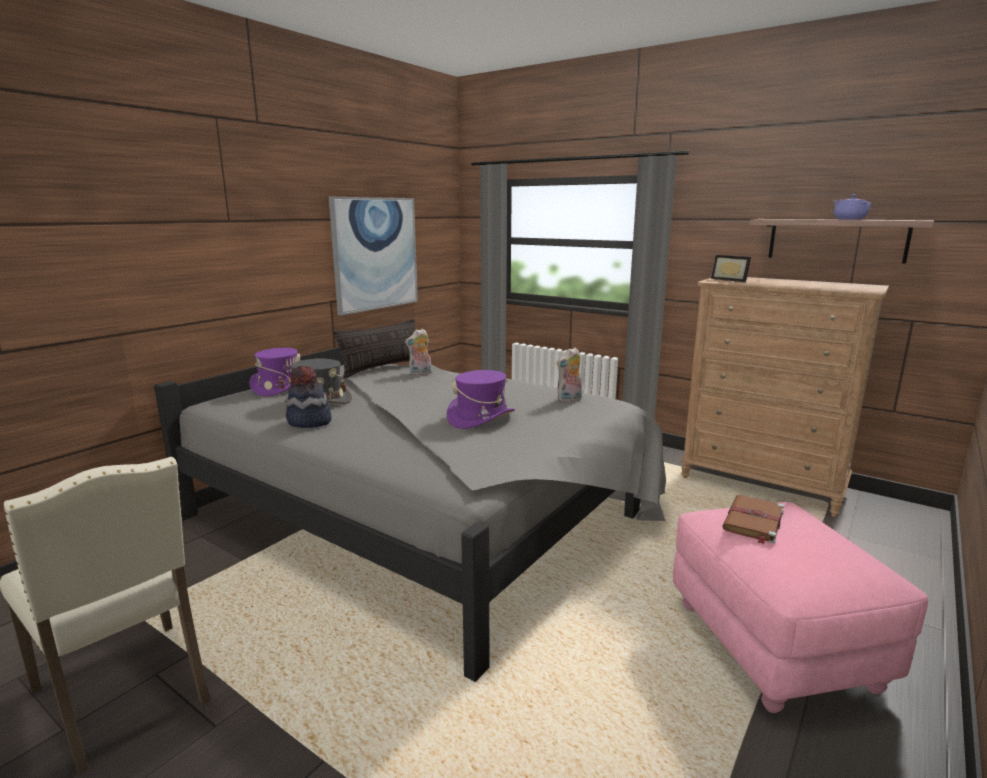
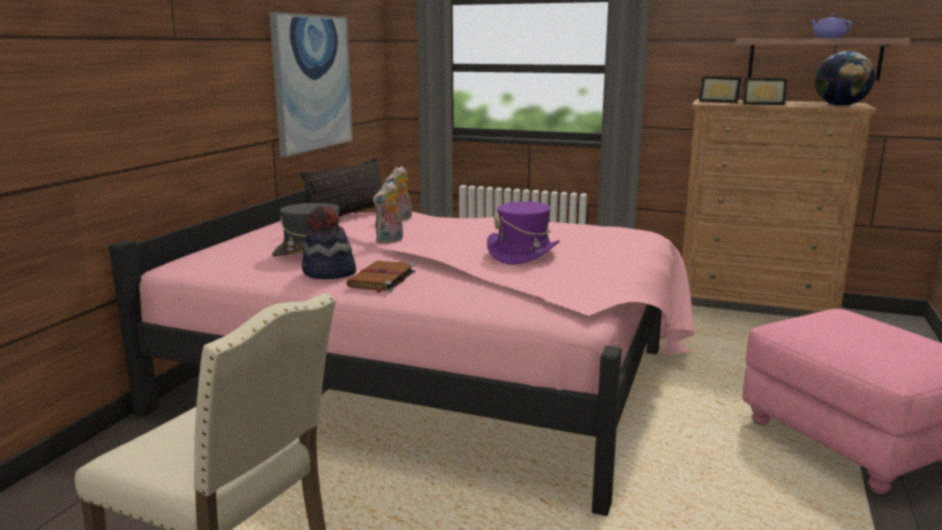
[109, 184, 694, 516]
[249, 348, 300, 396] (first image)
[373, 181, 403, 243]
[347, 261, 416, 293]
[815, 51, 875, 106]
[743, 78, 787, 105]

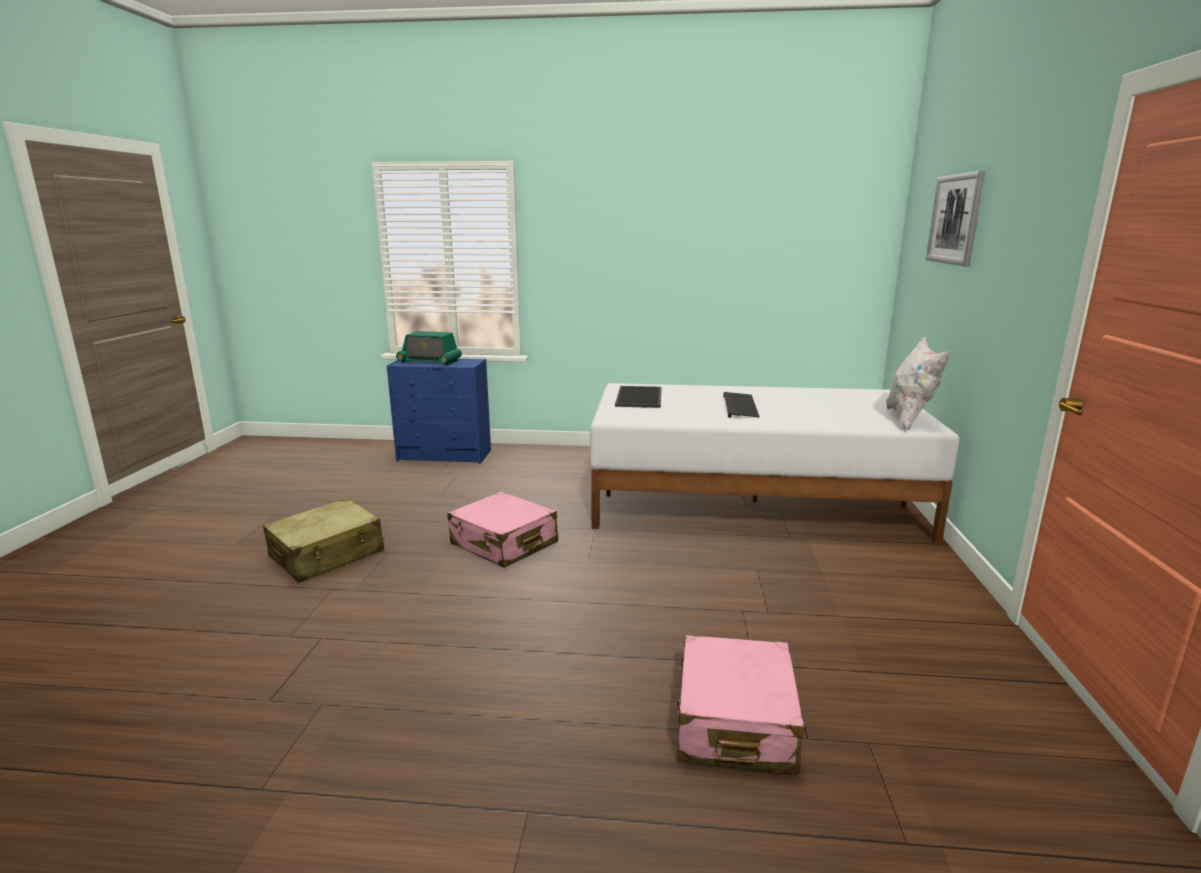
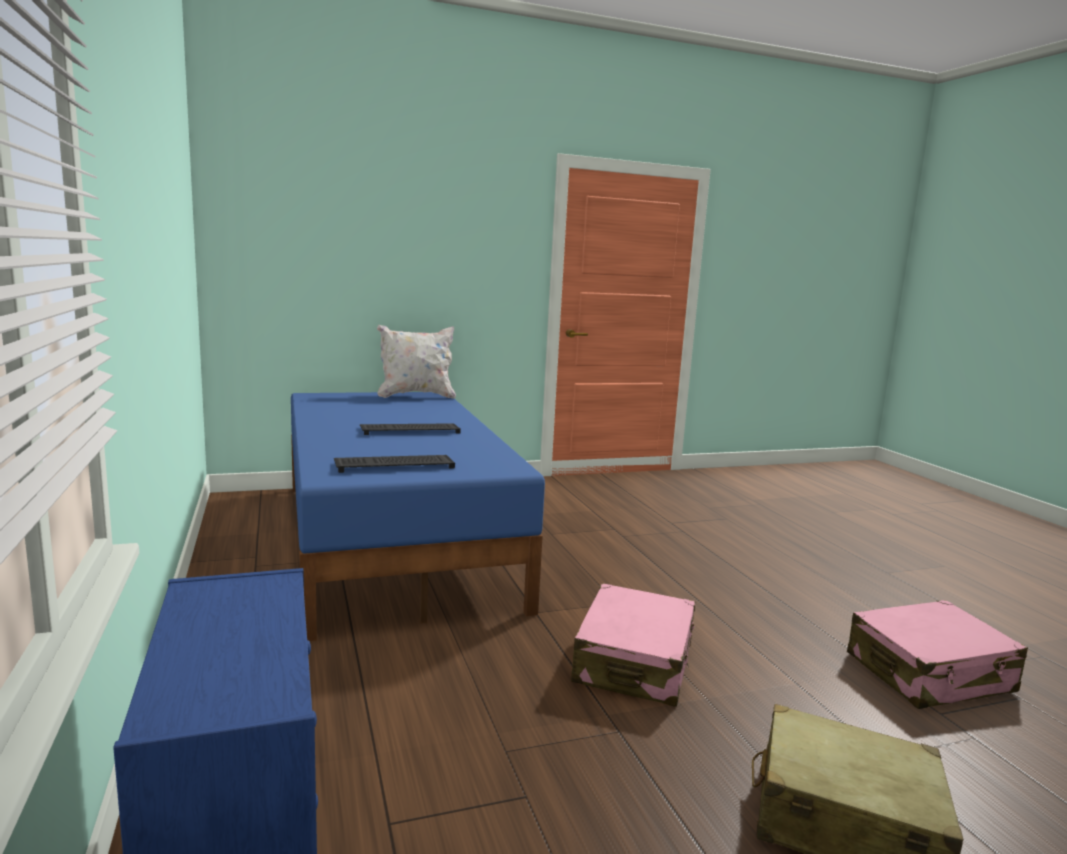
[926, 171, 985, 266] (first image)
[396, 331, 462, 365] (first image)
[291, 392, 545, 641]
[334, 455, 455, 473]
[847, 600, 1028, 709]

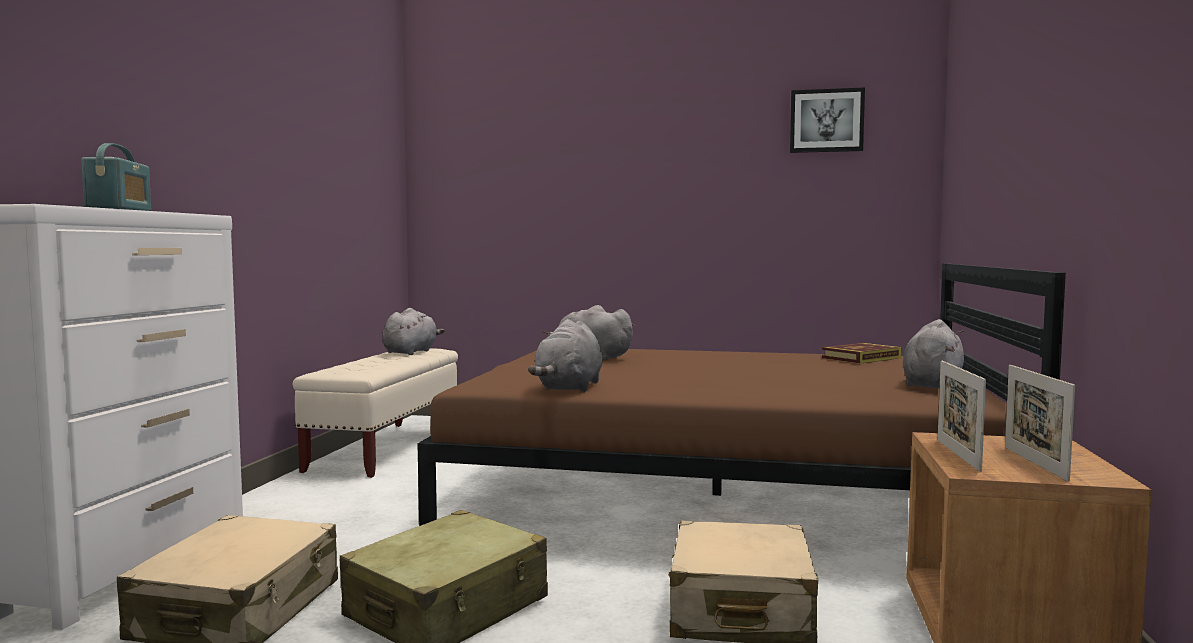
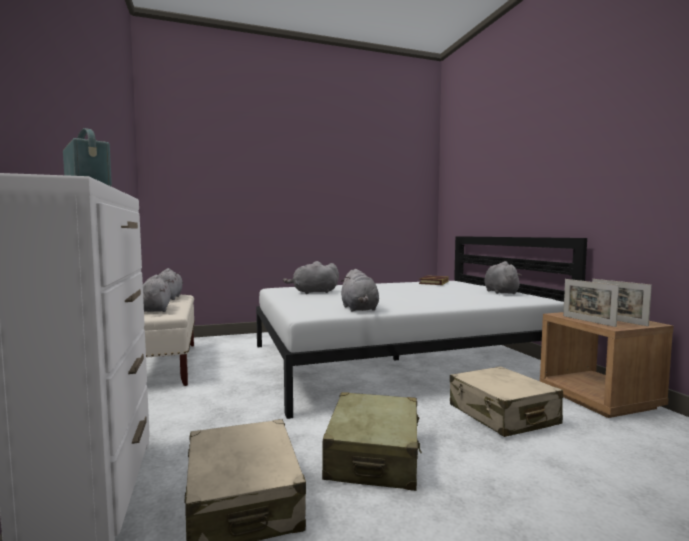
[790, 87, 865, 153] (first image)
[256, 236, 587, 419]
[143, 275, 171, 312]

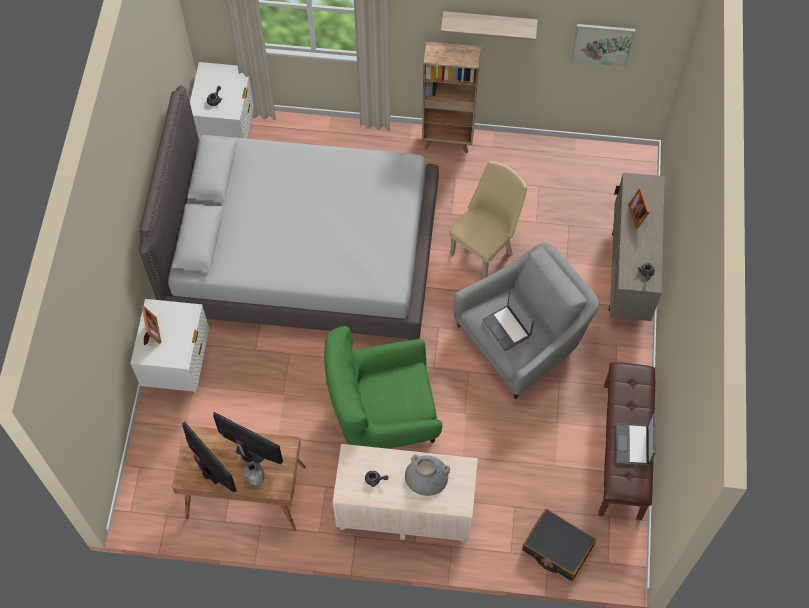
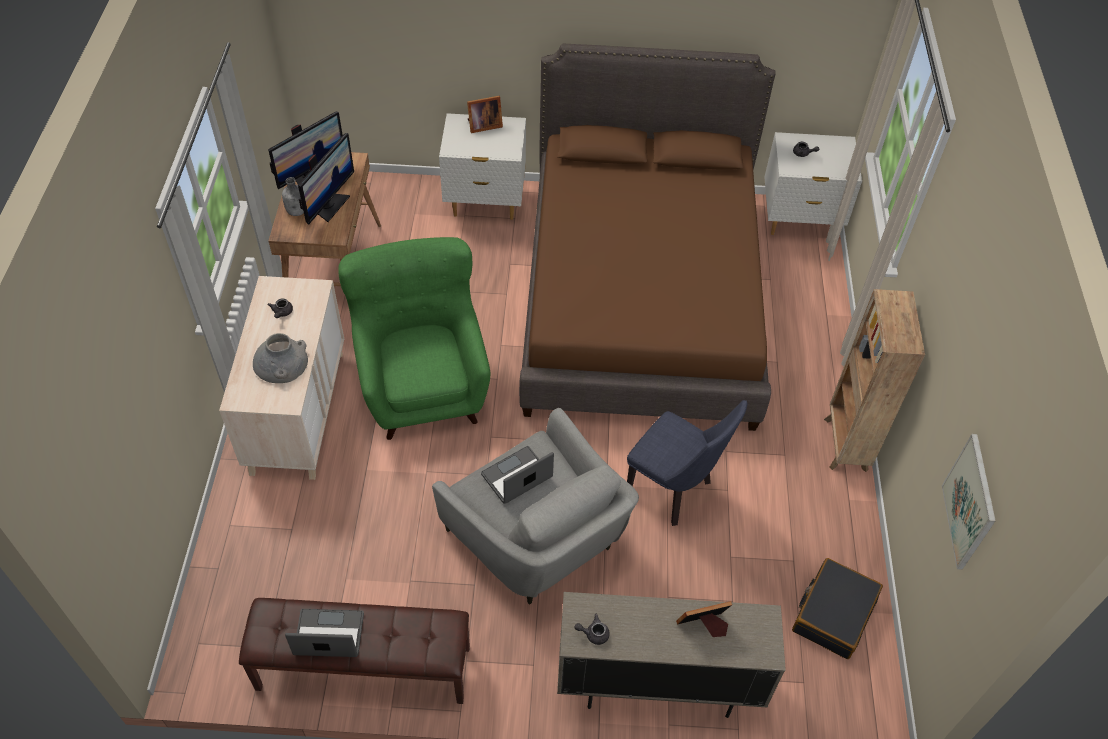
[441, 11, 538, 40] (first image)
[519, 44, 776, 431]
[627, 400, 747, 526]
[792, 558, 883, 659]

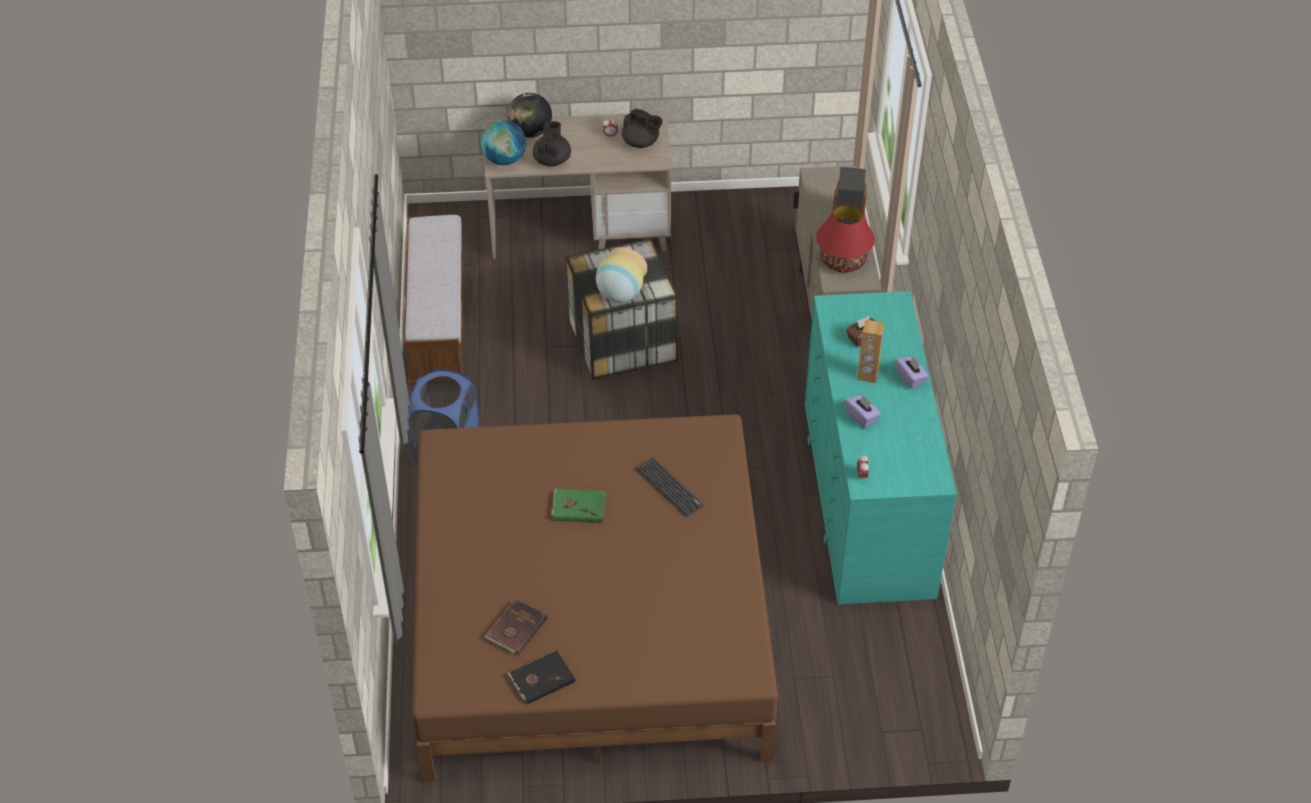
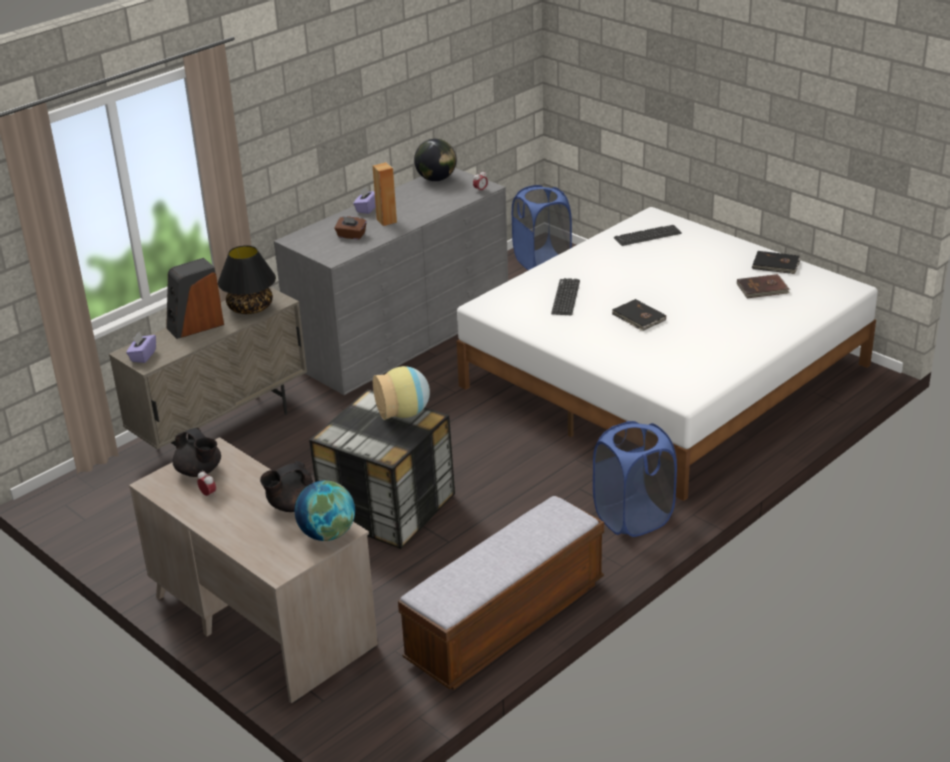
[414, 139, 456, 181]
[172, 428, 221, 477]
[218, 245, 276, 314]
[274, 168, 508, 395]
[126, 331, 156, 363]
[456, 207, 878, 501]
[612, 299, 666, 331]
[512, 185, 572, 270]
[614, 225, 682, 246]

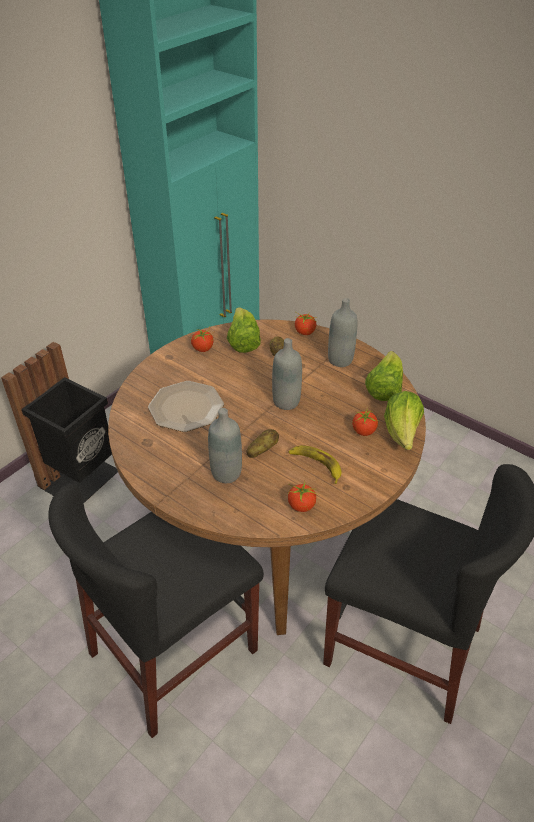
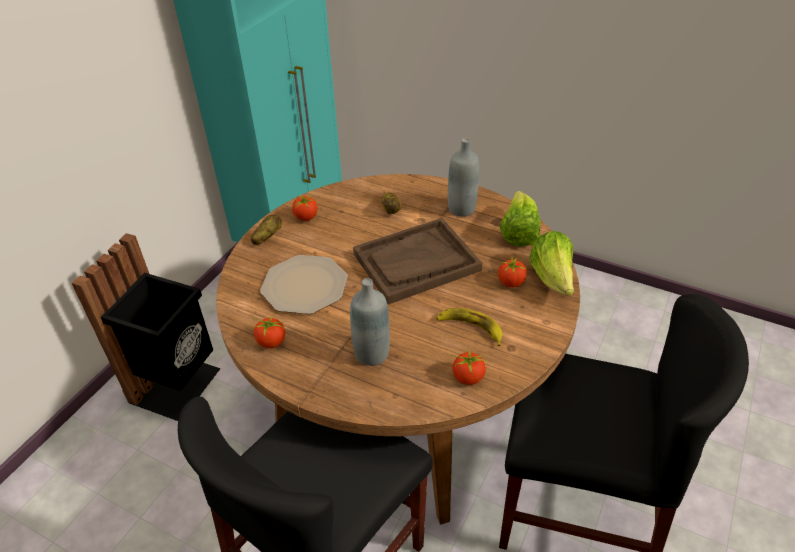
[227, 307, 261, 353] (first image)
[251, 314, 285, 348]
[353, 218, 482, 305]
[251, 214, 282, 245]

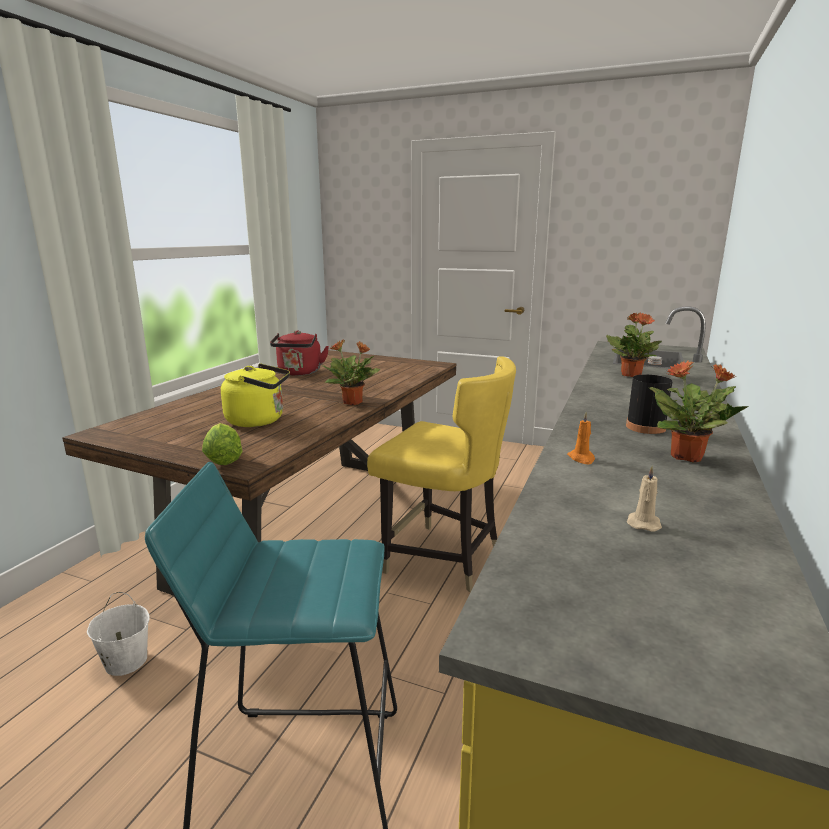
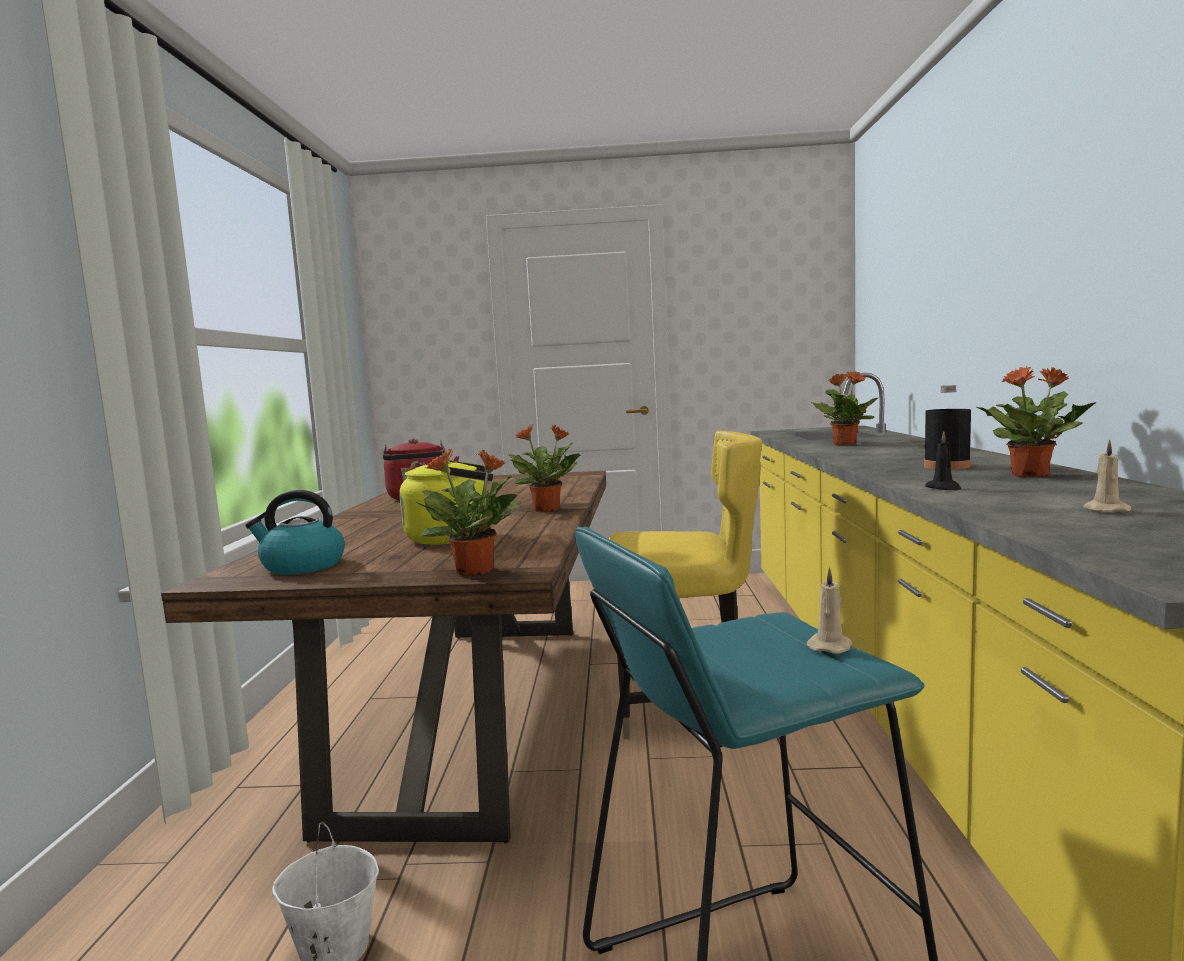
[925, 431, 962, 490]
[416, 448, 522, 576]
[245, 490, 345, 575]
[807, 567, 852, 654]

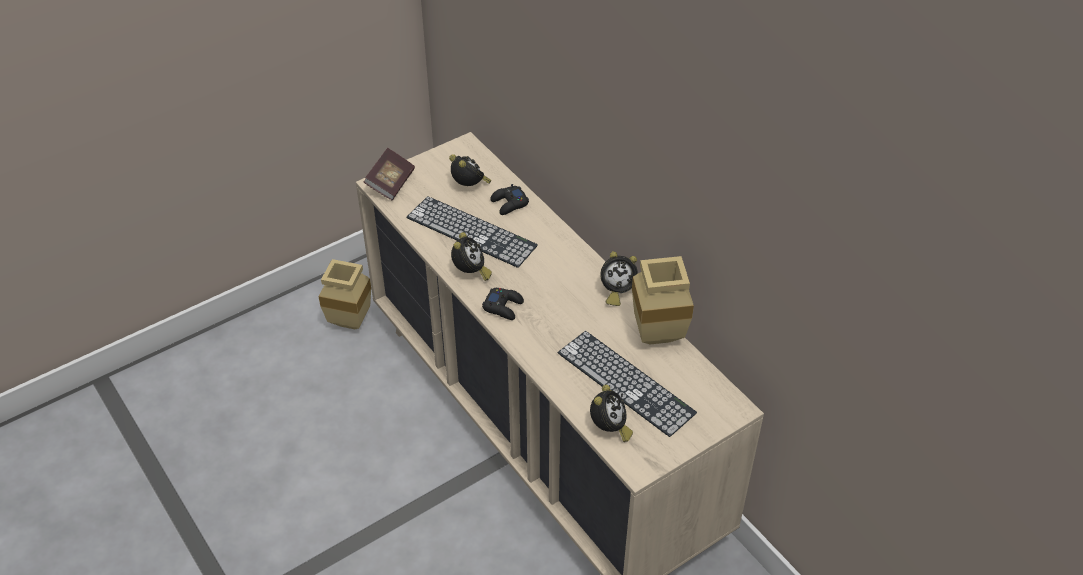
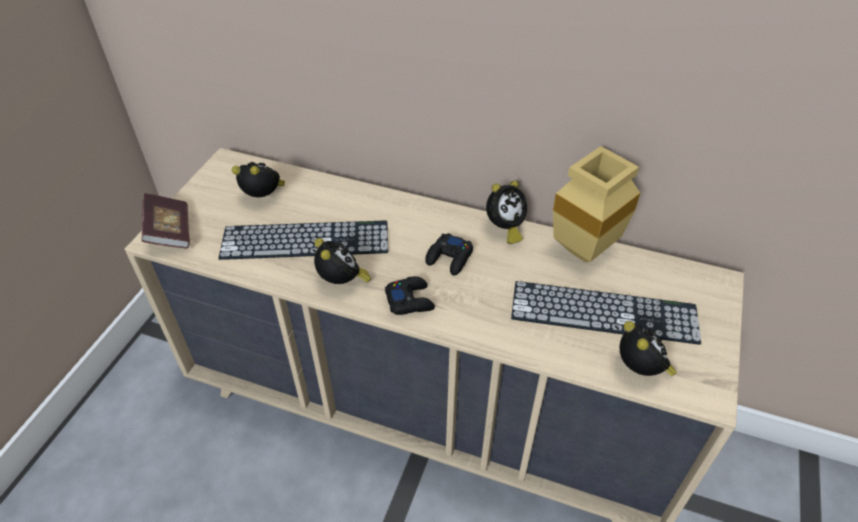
[425, 233, 473, 275]
[318, 259, 371, 329] (first image)

